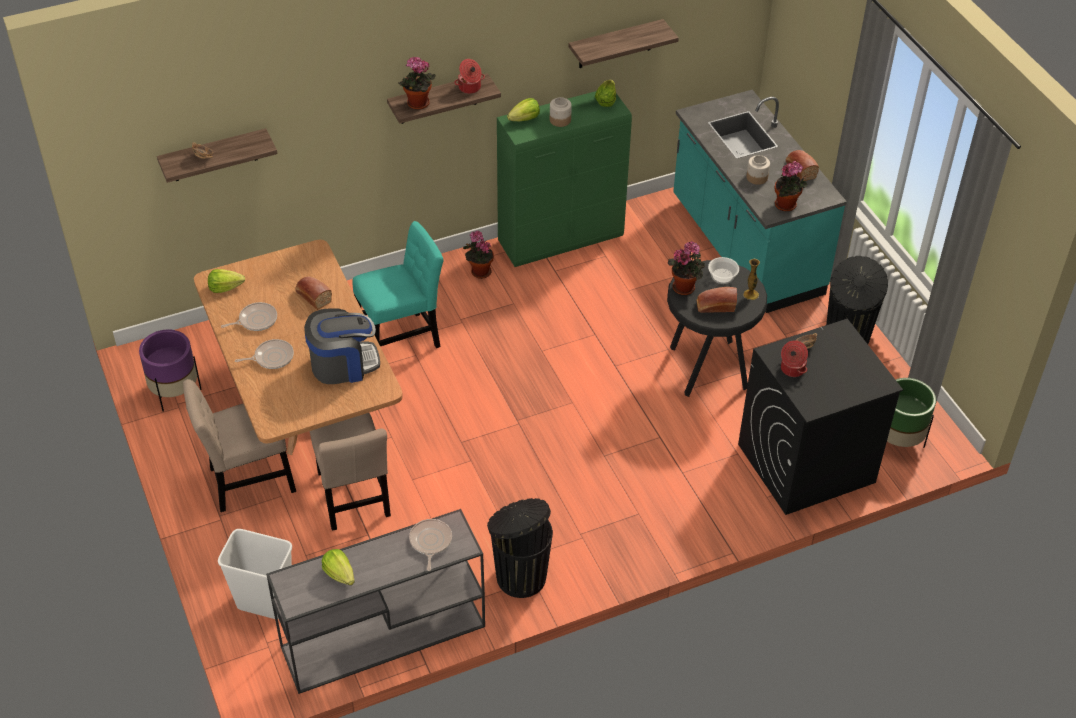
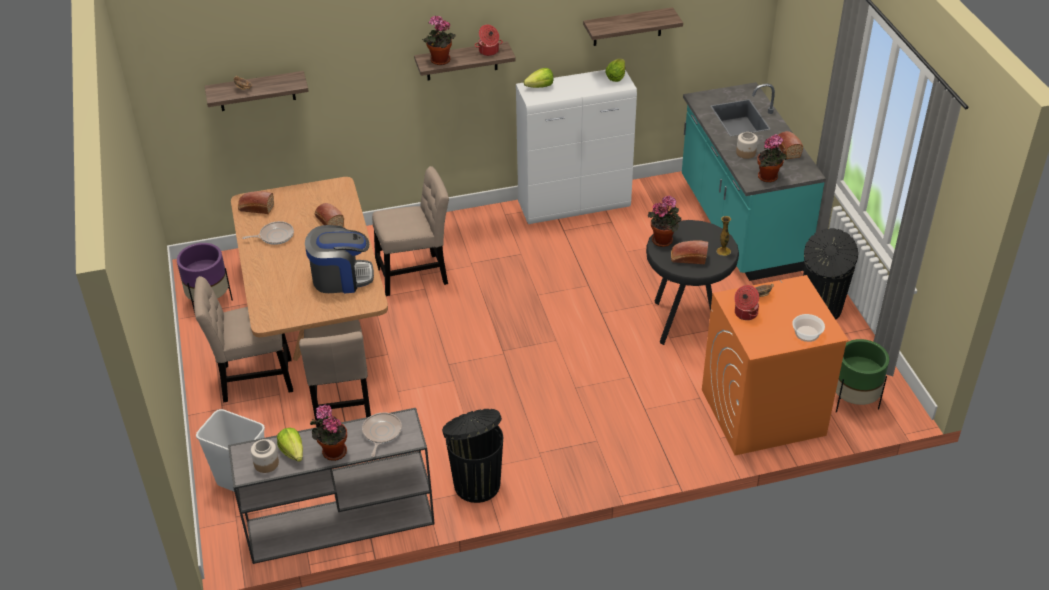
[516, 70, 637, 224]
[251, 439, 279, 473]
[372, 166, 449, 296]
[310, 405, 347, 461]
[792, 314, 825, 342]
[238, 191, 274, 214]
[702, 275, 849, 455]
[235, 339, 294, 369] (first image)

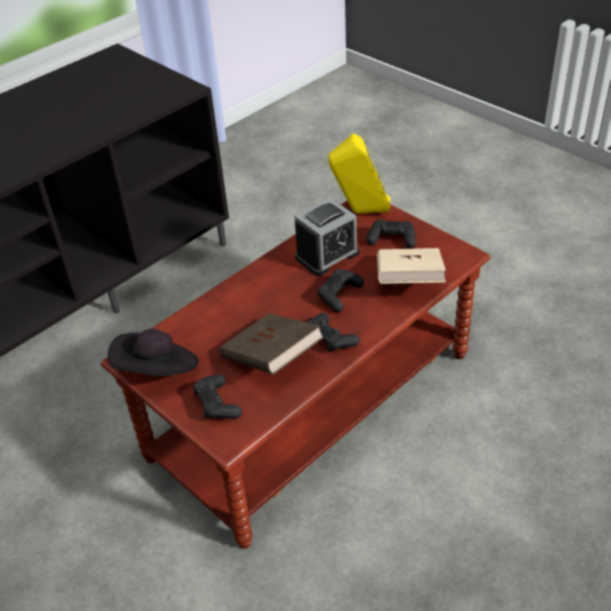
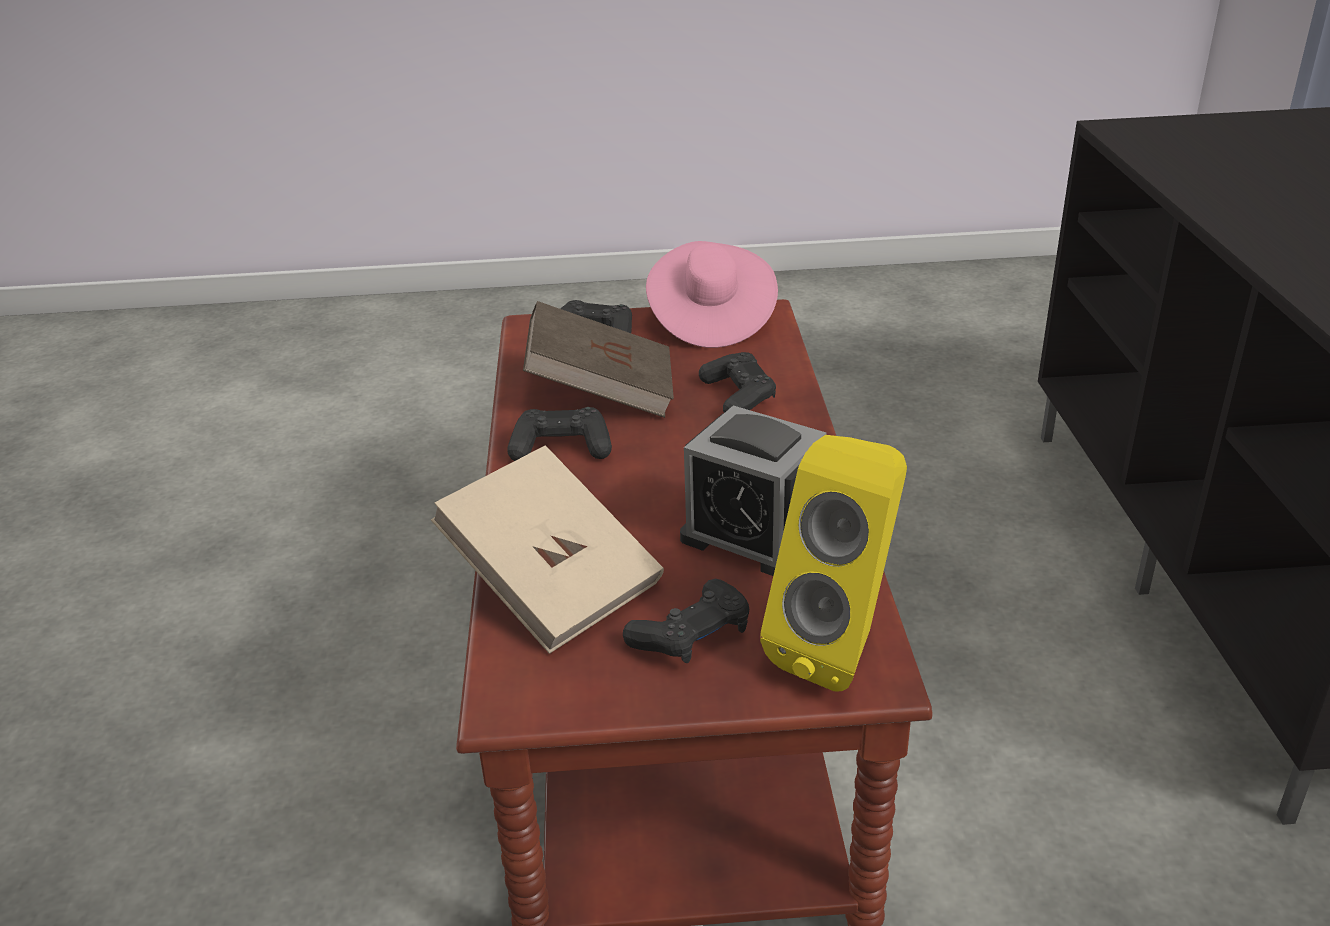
[680, 406, 826, 576]
[699, 352, 776, 413]
[646, 241, 778, 348]

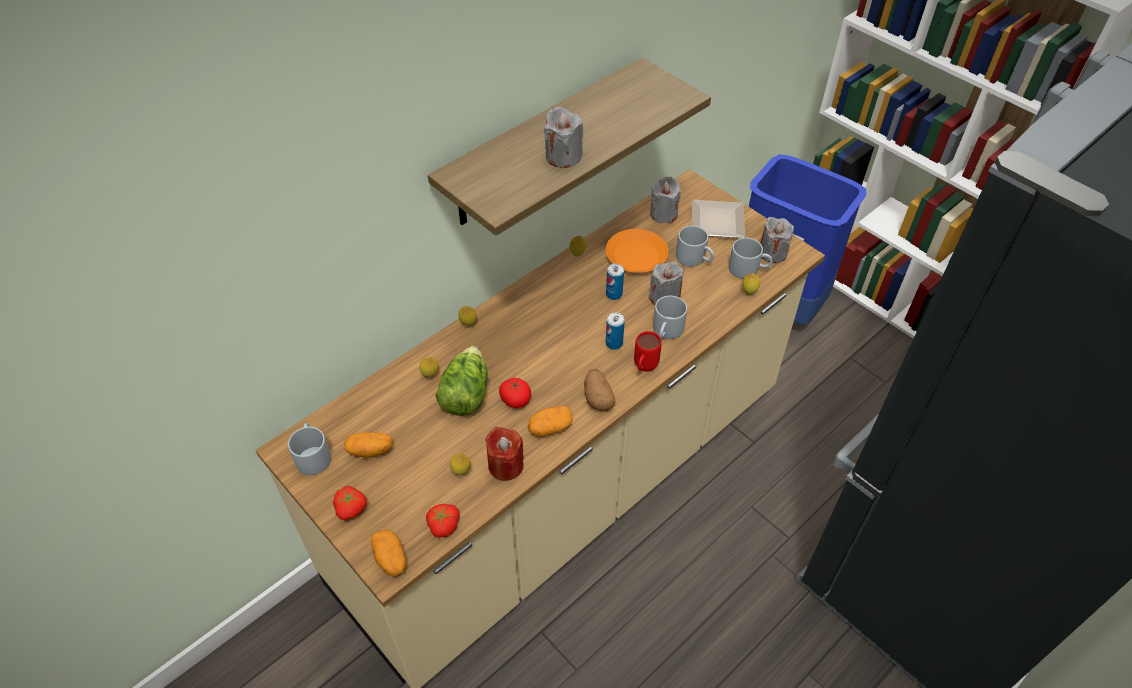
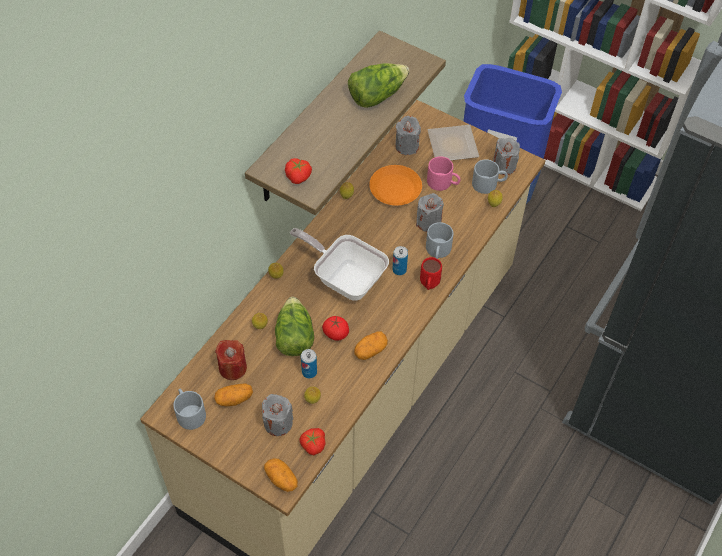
[262, 394, 293, 436]
[427, 156, 460, 191]
[301, 349, 317, 378]
[584, 369, 615, 411] (first image)
[215, 340, 247, 380]
[285, 158, 312, 184]
[348, 63, 409, 108]
[290, 228, 389, 301]

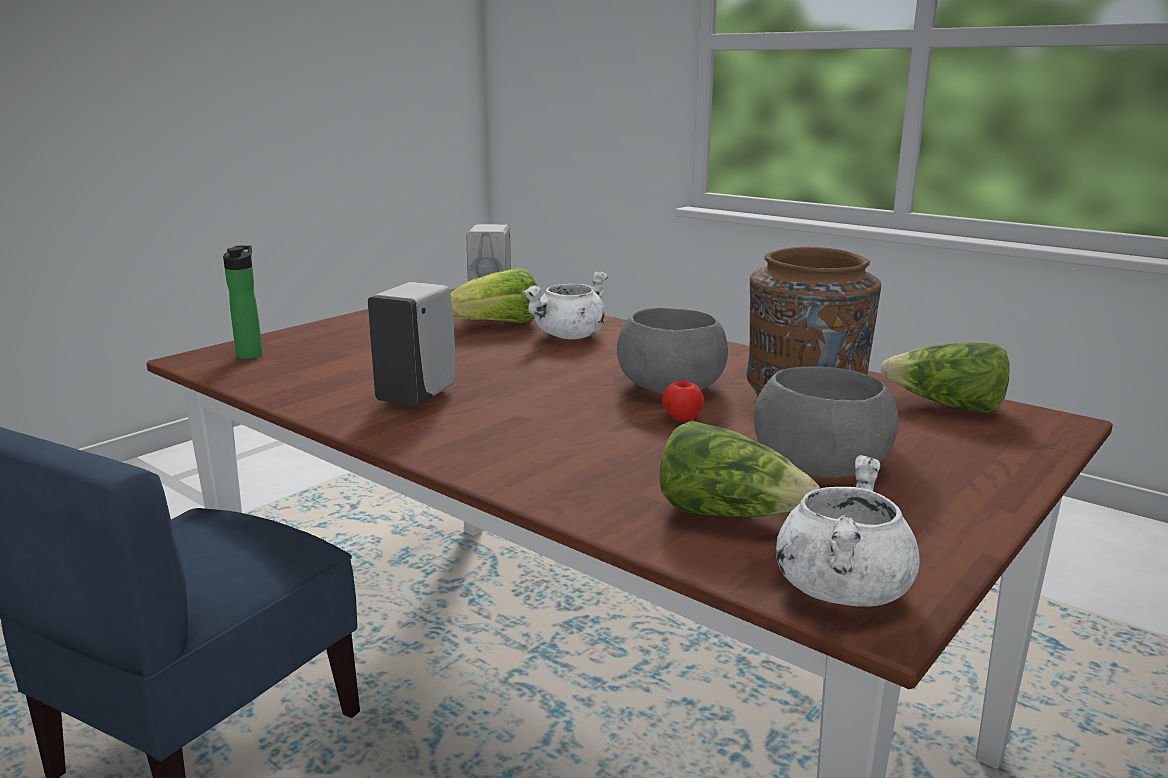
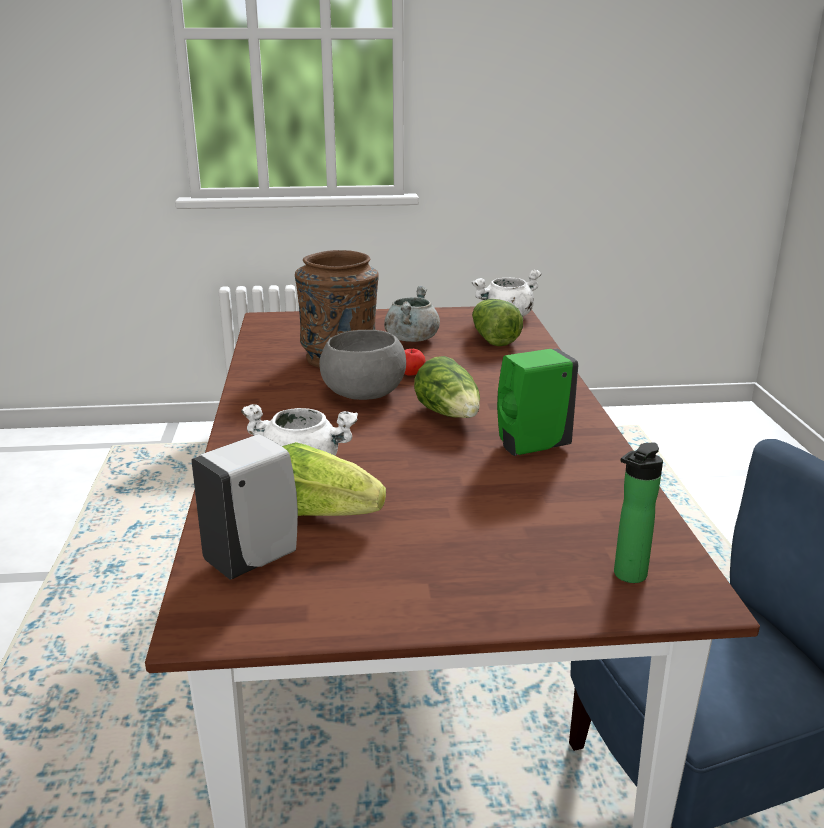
[497, 349, 578, 456]
[414, 356, 480, 418]
[384, 286, 440, 342]

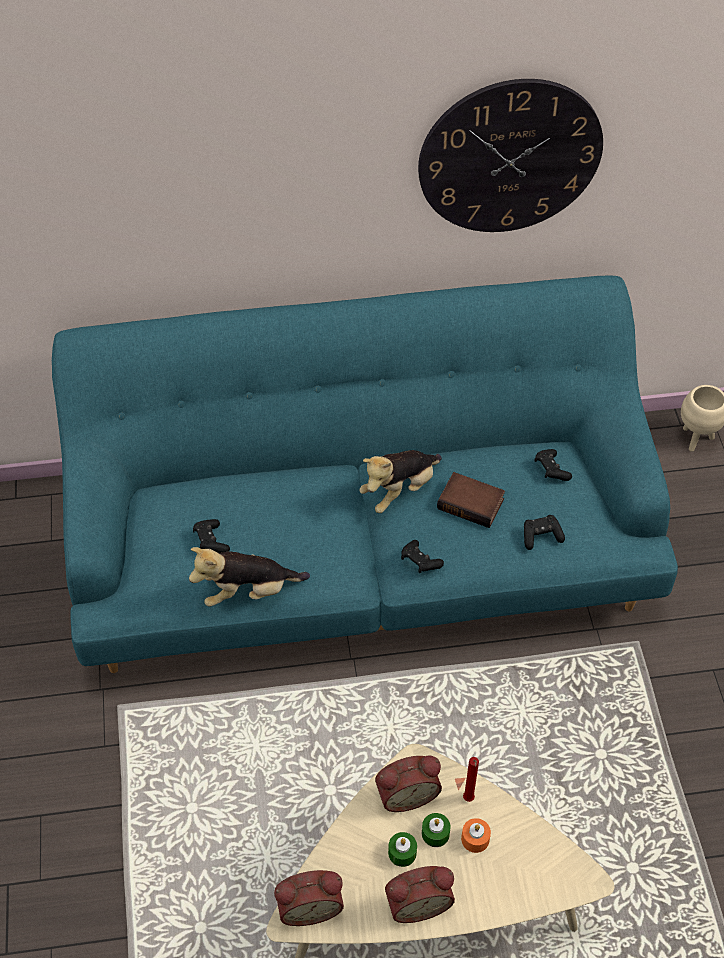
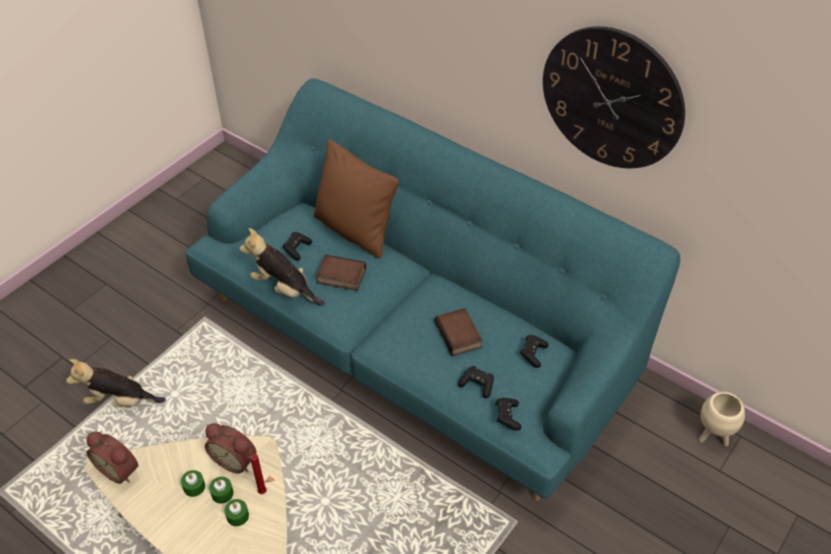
[66, 359, 166, 407]
[495, 398, 522, 431]
[224, 499, 249, 526]
[385, 866, 455, 923] (first image)
[313, 140, 399, 258]
[316, 254, 366, 291]

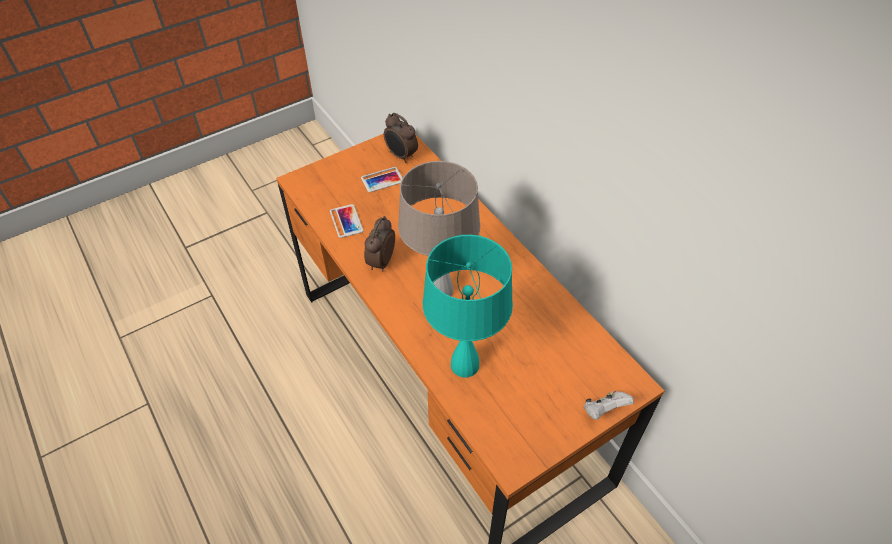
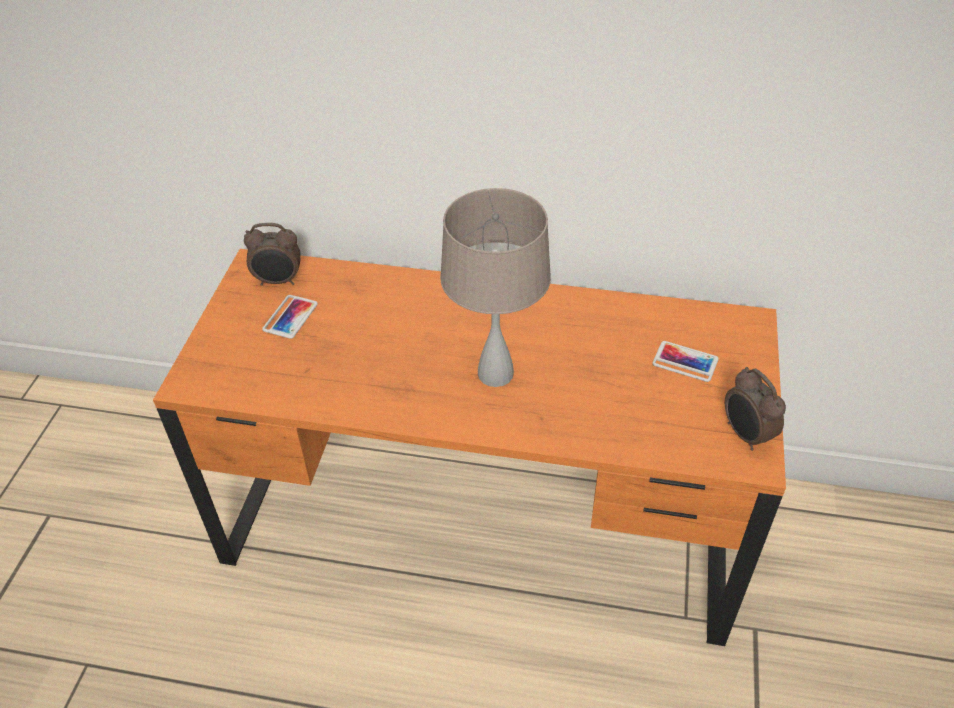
[652, 341, 719, 382]
[725, 367, 786, 451]
[423, 235, 513, 378] (first image)
[584, 391, 634, 420] (first image)

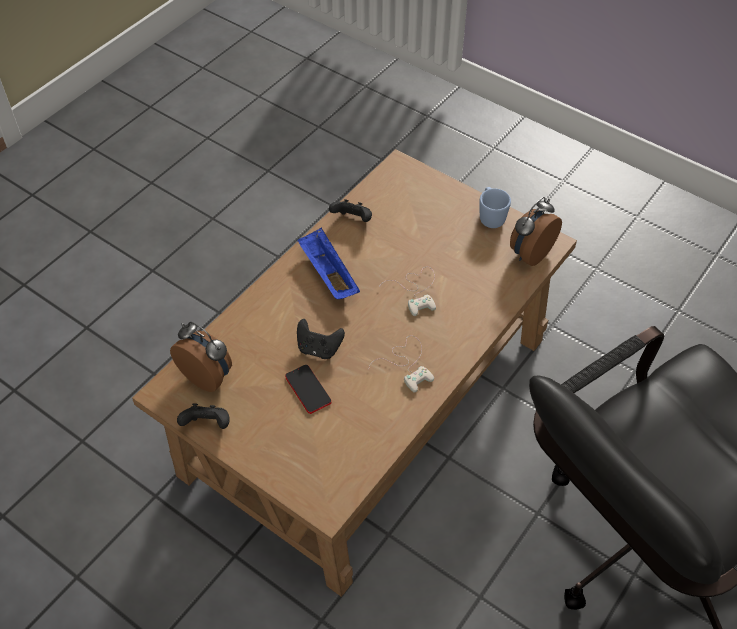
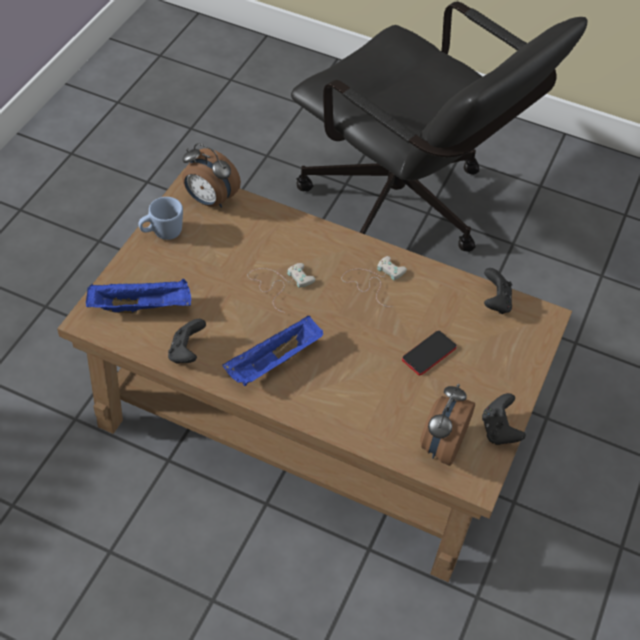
[484, 268, 512, 314]
[86, 278, 191, 314]

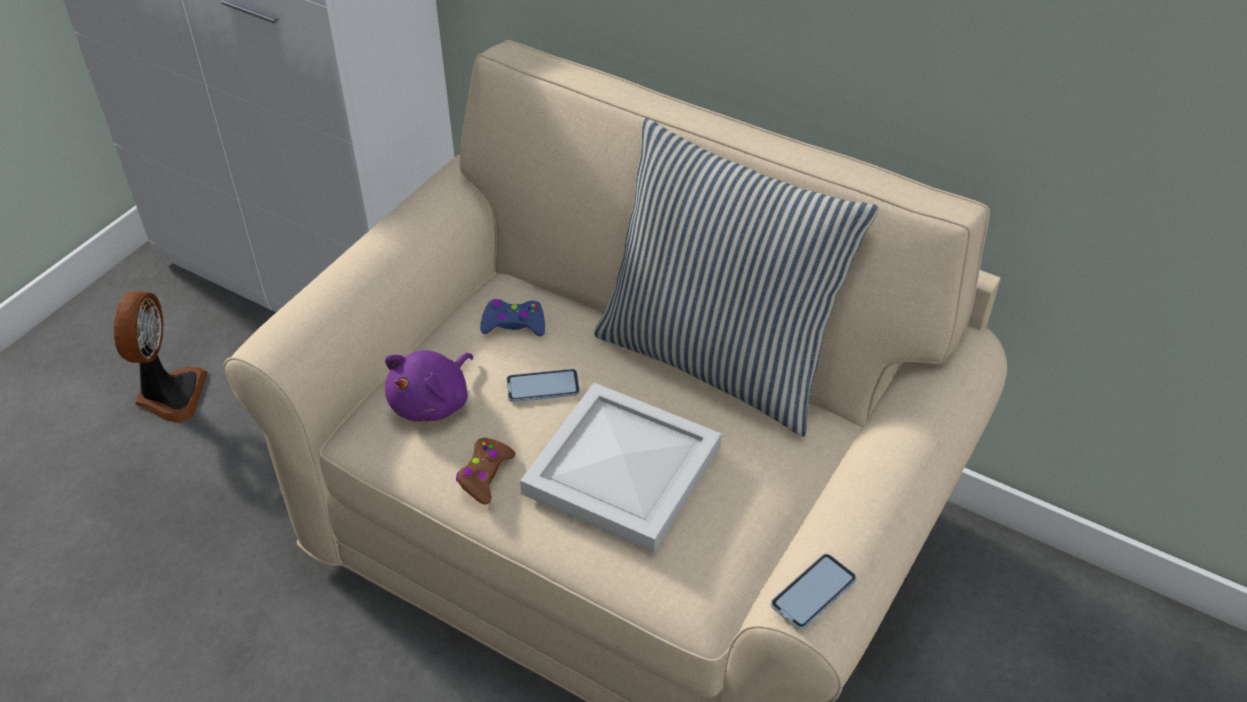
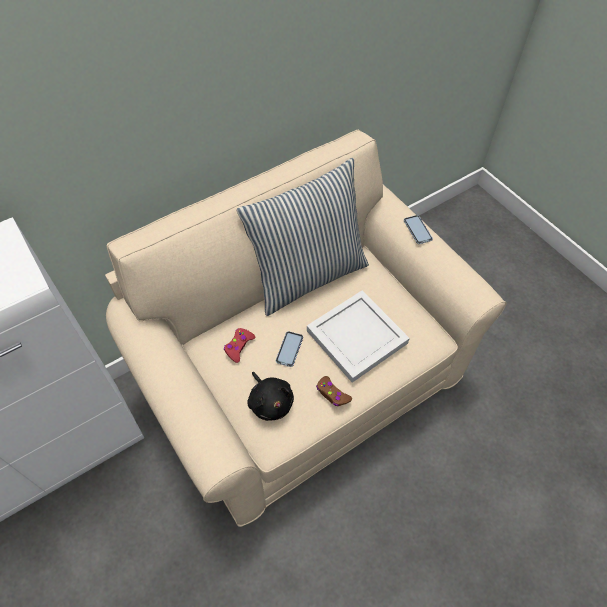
[114, 291, 208, 423] (first image)
[224, 328, 255, 363]
[248, 372, 294, 421]
[404, 215, 433, 244]

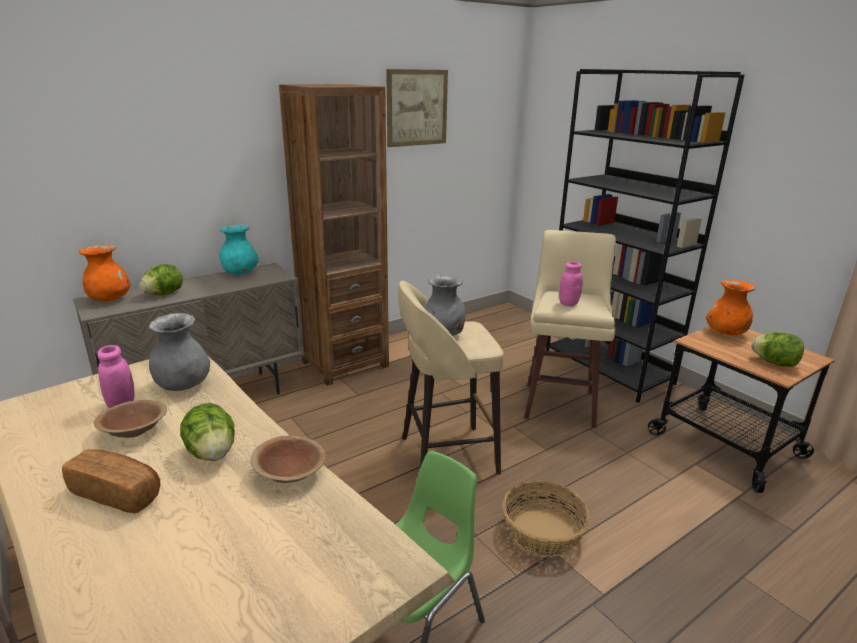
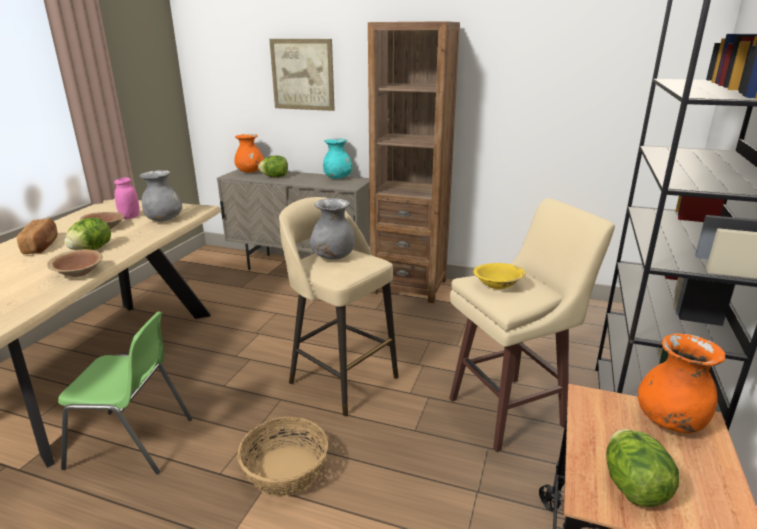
[269, 39, 335, 111]
[473, 263, 526, 289]

